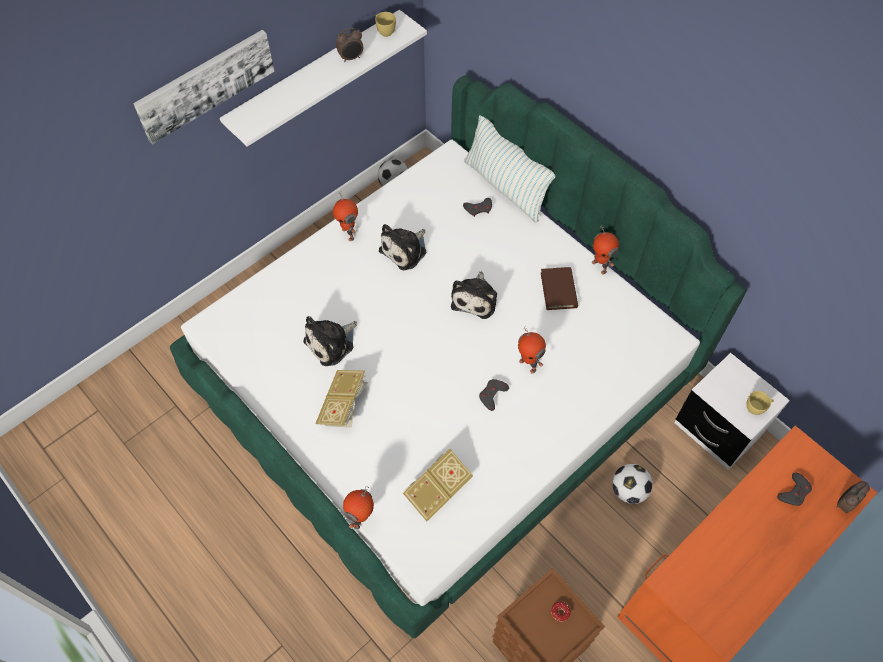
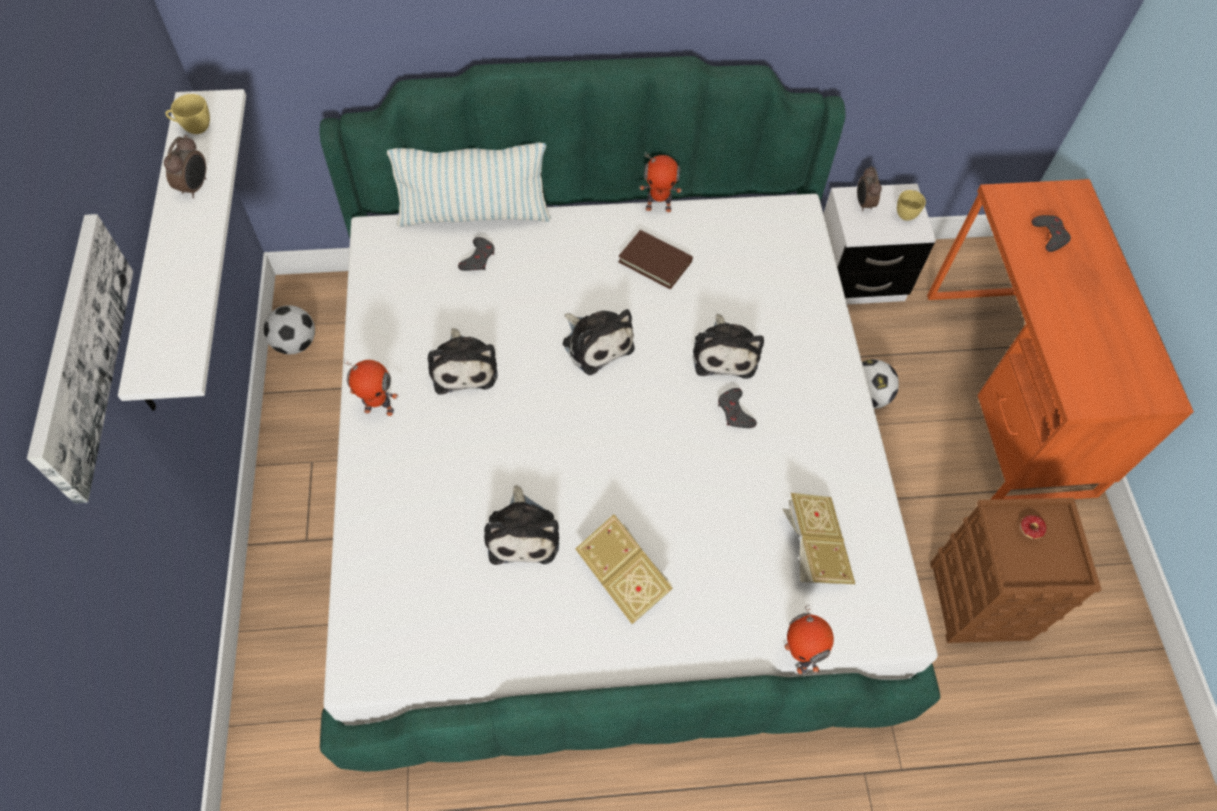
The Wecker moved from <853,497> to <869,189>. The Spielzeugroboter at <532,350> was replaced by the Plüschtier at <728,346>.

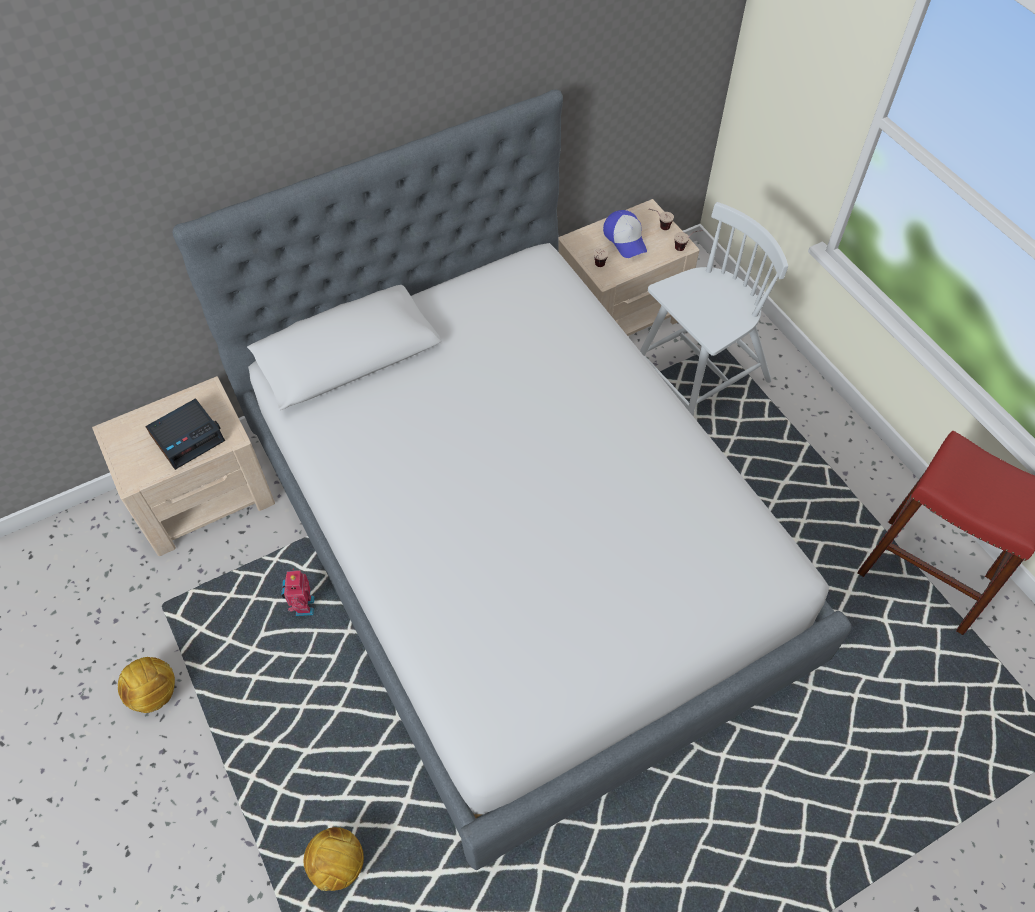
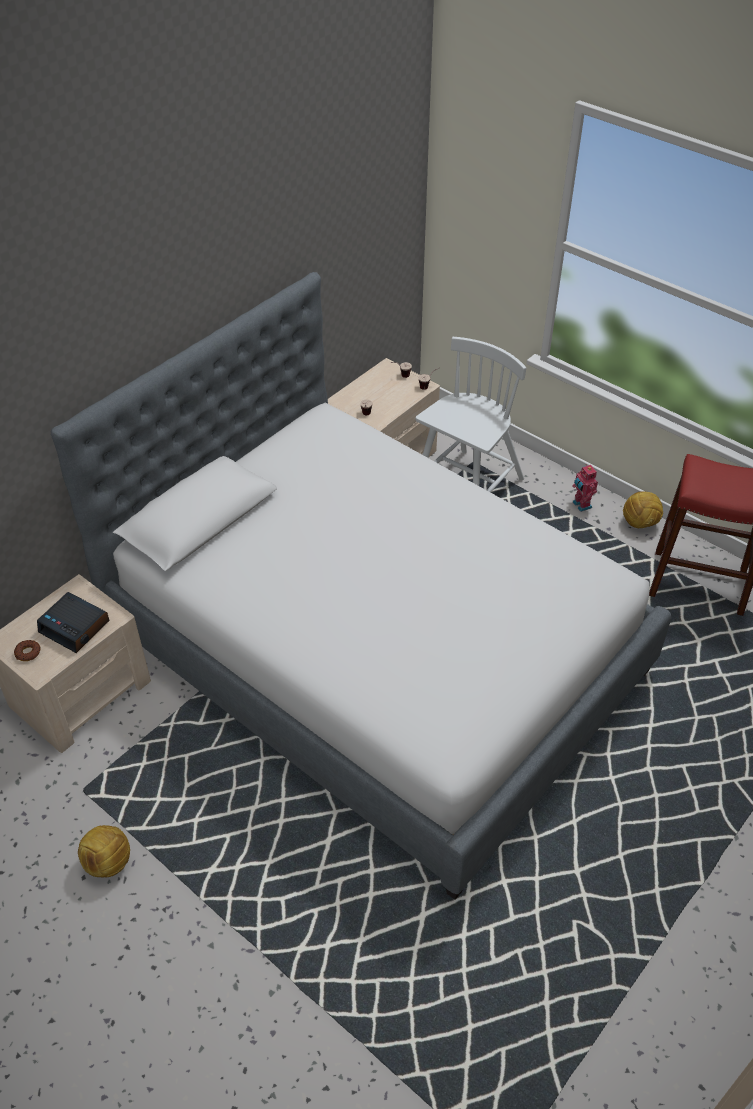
The Kappe at <625,234> disappeared. The Donut at <27,650> appeared. The Spielzeugroboter moved from <297,592> to <585,488>. The Fußball moved from <334,859> to <643,509>. The Wecker at <185,434> turned 90 degrees clockwise.

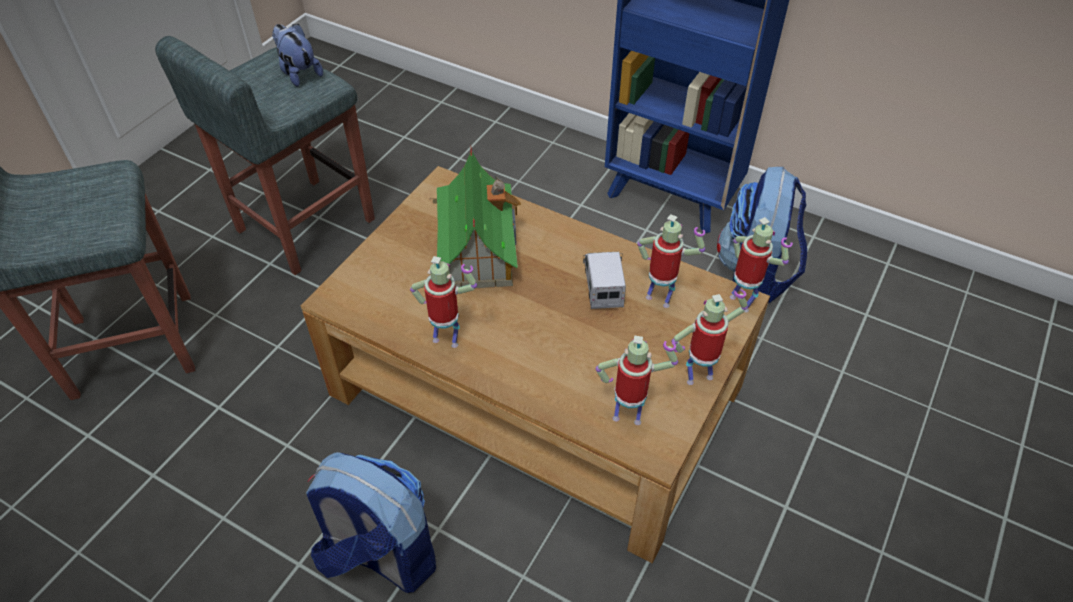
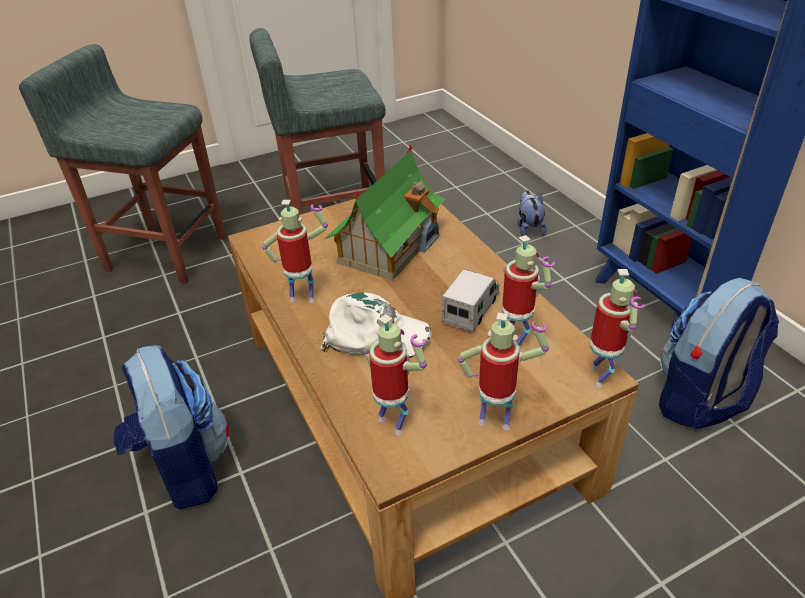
The Kappe (weiß) at <376,325> appeared. The Plüschtier moved from <297,55> to <532,213>. The Spielzeugroboter at <443,302> turned 45 degrees counterclockwise.

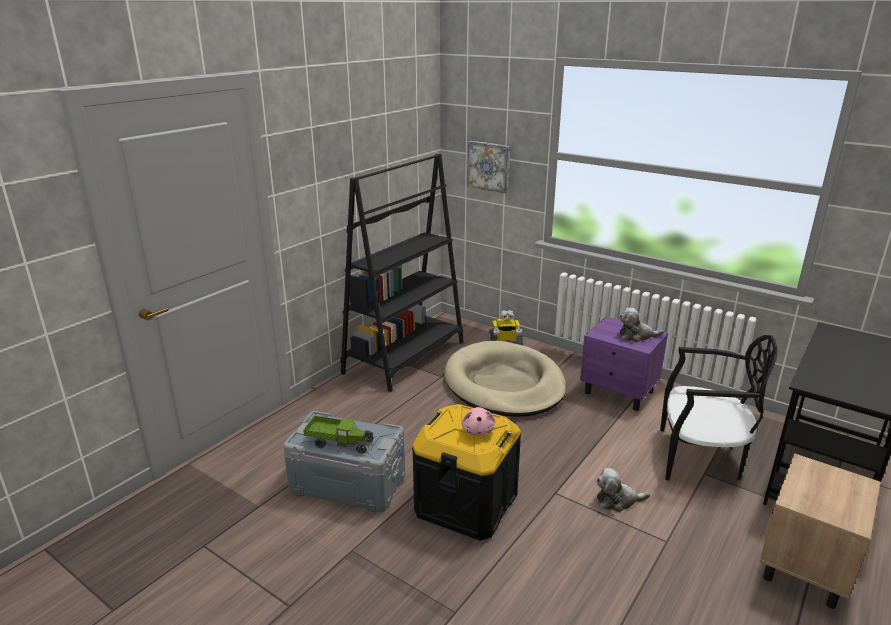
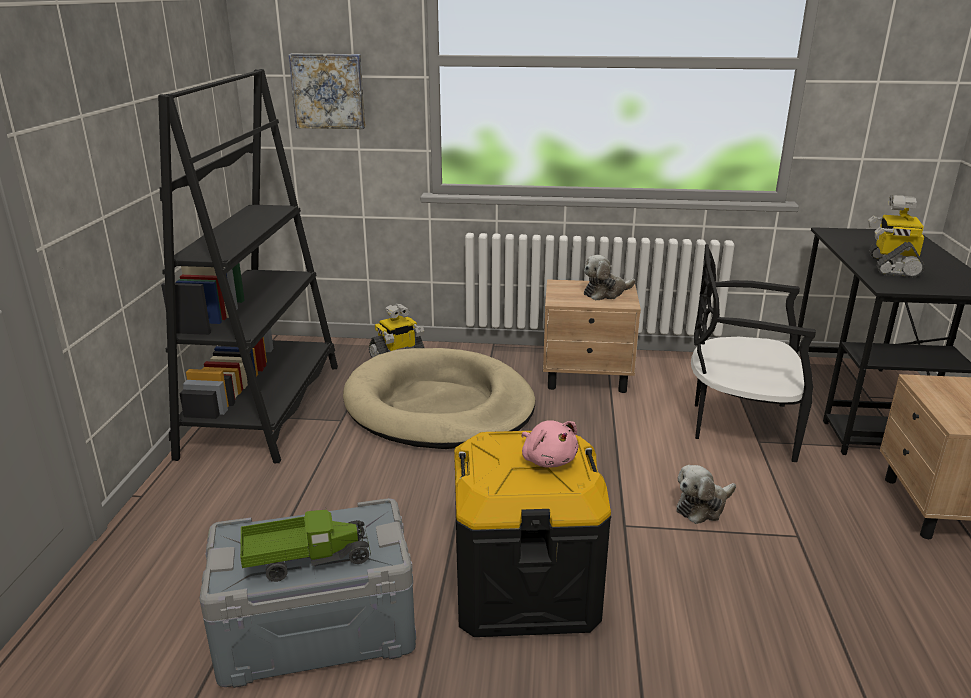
The Spielzeugroboter at <896,236> appeared. The Nachttisch (lila) at <624,363> became the Nachttisch (beige) at <592,336>. The Stuhl (schwarz) at <718,408> turned 150 degrees counterclockwise.

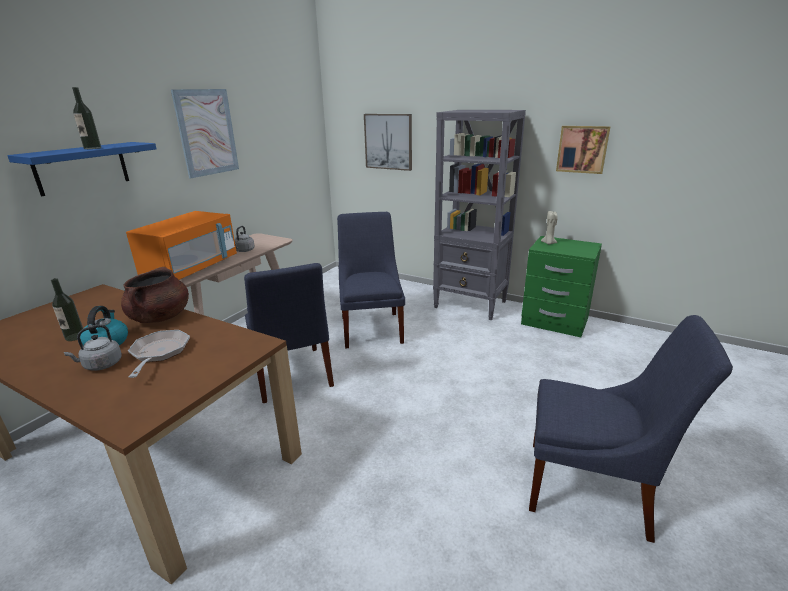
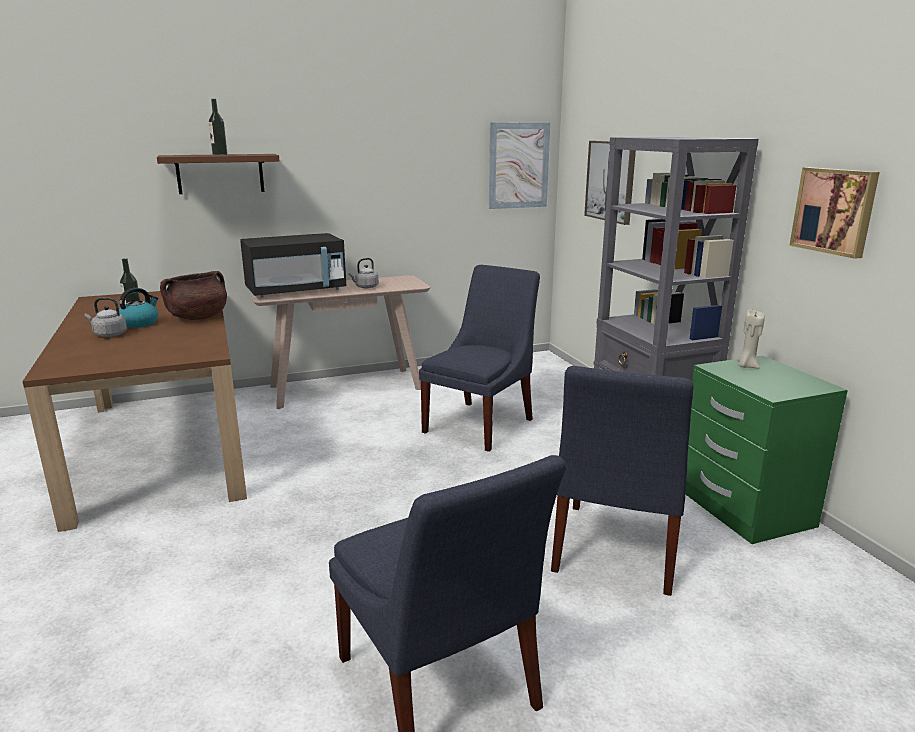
The Pfanne at <159,354> disappeared. The Bild moved from <205,134> to <519,166>. The Stuhl (blau) moved from <289,333> to <622,481>. The Wandregal (blau) at <82,169> became the Wandregal (braun) at <218,174>. The Mikrowelle (orange) at <181,245> became the Mikrowelle (schwarz) at <293,265>.

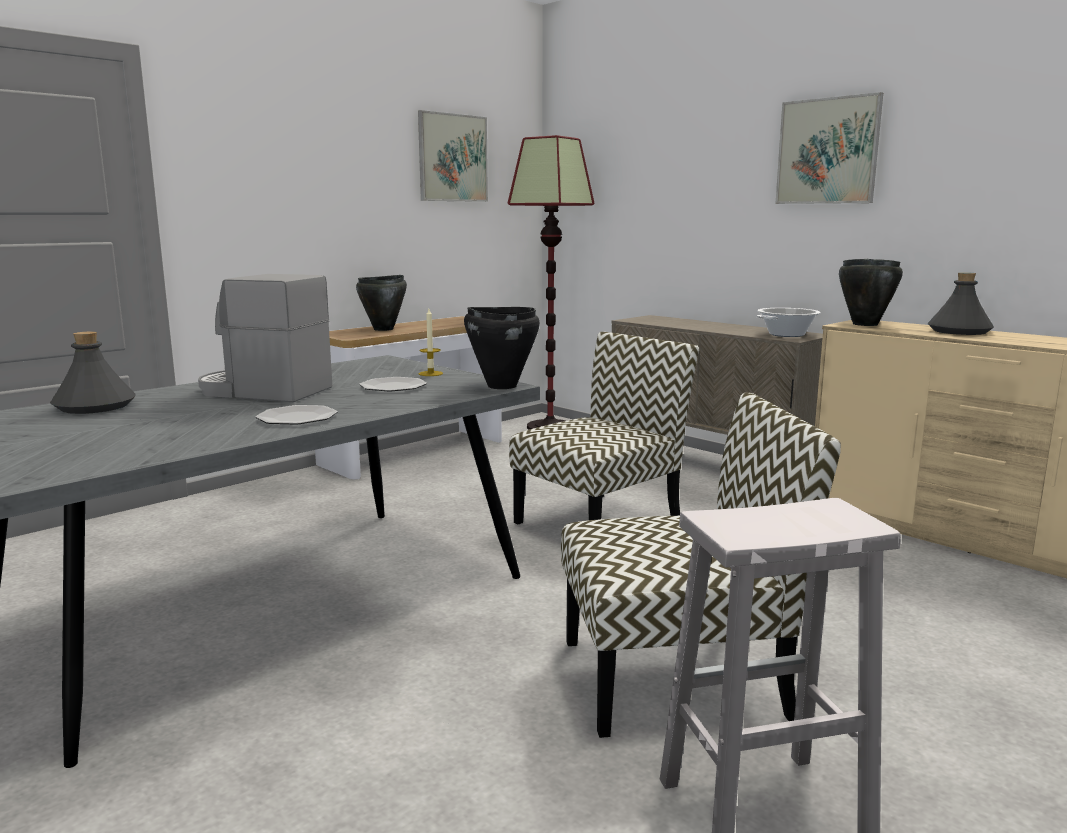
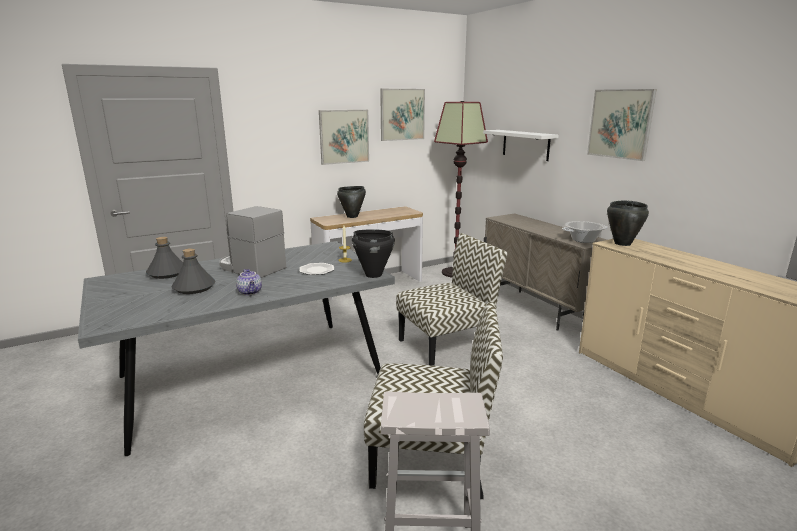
The Bild at <344,137> appeared. The Wandregal (weiß) at <521,145> appeared. The Flasche (grau) moved from <961,303> to <193,271>. The Teller at <297,415> was replaced by the Teekanne at <249,282>.

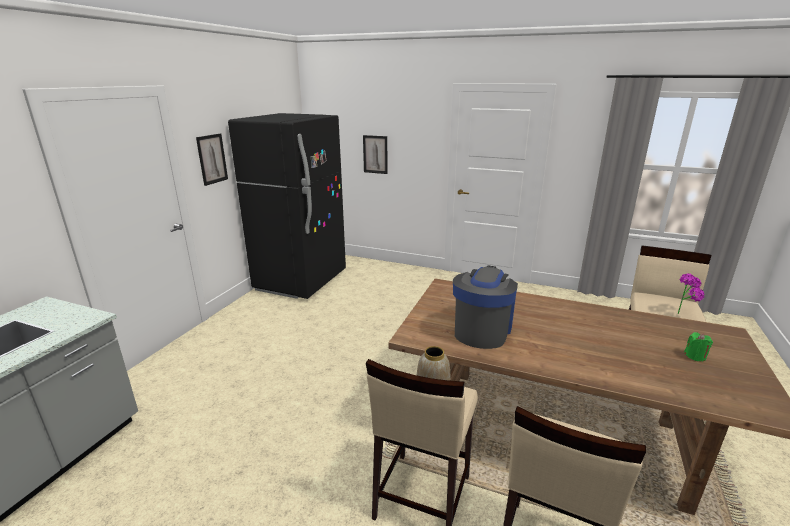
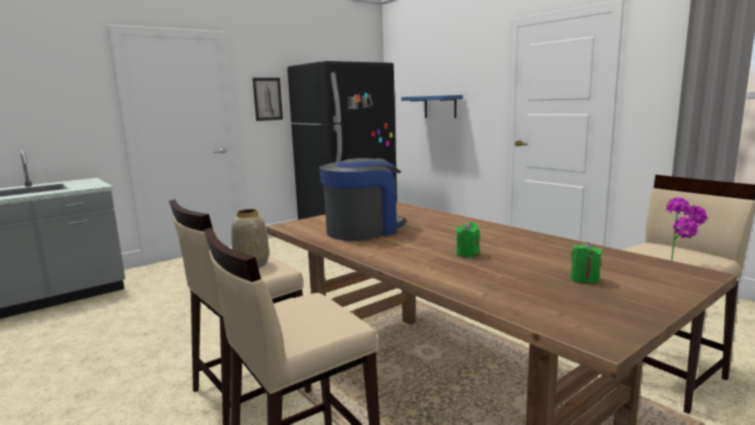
The Kerze (grün) at <468,240> appeared. The Bild at <375,154> was replaced by the Wandregal (blau) at <432,106>.

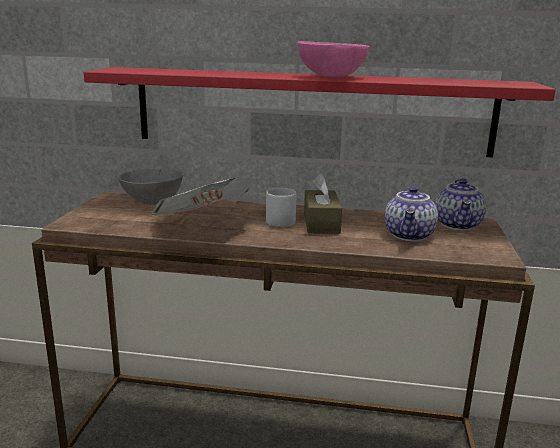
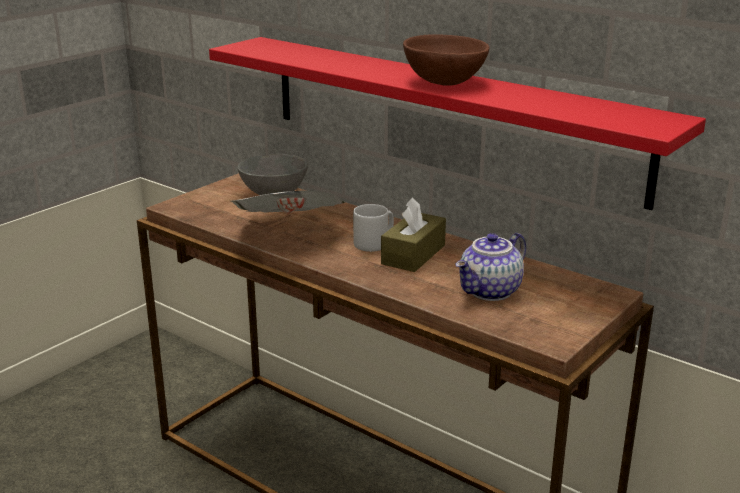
The Teekanne at <460,204> disappeared. The Schüssel (rosa) at <334,59> became the Schüssel (braun) at <446,60>.

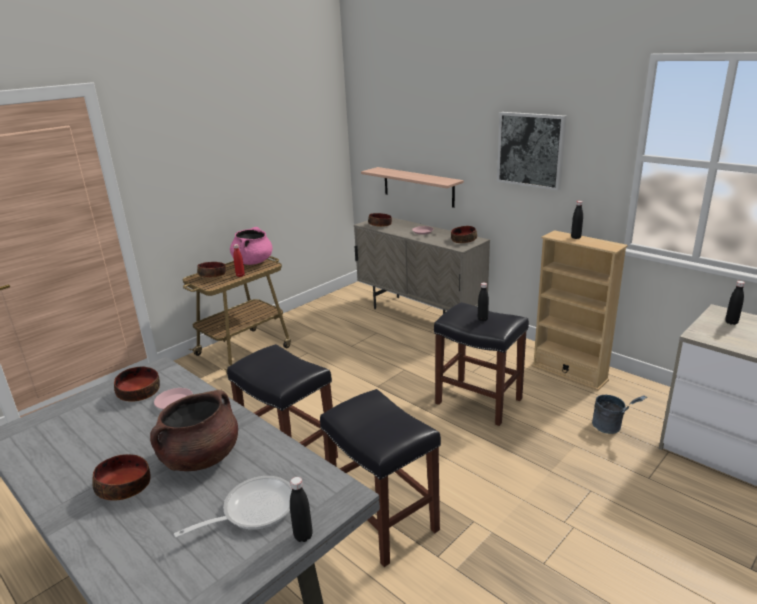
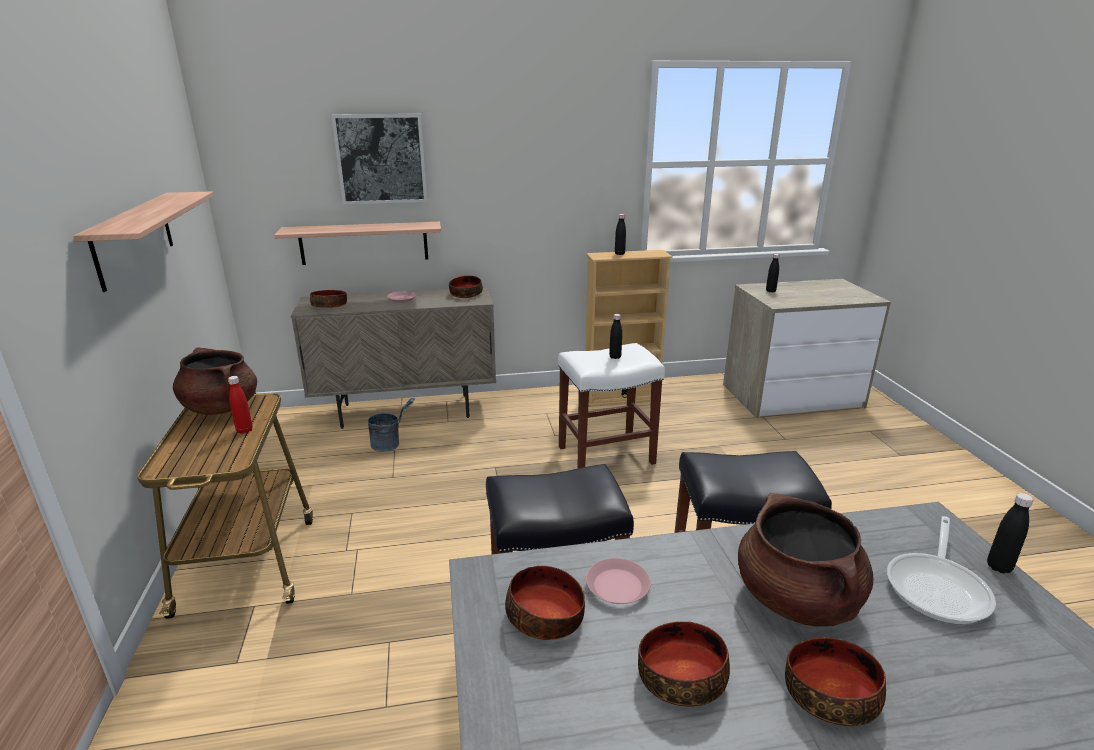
The Wandregal at <143,241> appeared. The Schüssel moved from <211,270> to <684,664>. The Bild moved from <532,151> to <379,159>. The Eimer (grau) moved from <619,414> to <391,425>. The Kochtopf (rosa) at <251,246> became the Kochtopf (braun) at <215,381>. The Hocker (schwarz) at <481,364> became the Hocker (weiß) at <611,406>. The Pfanne at <233,507> turned 150 degrees counterclockwise.

